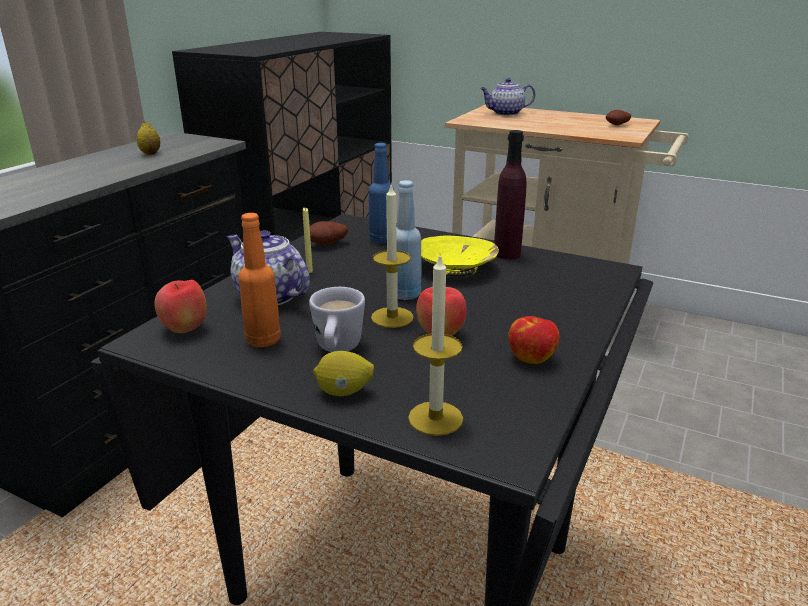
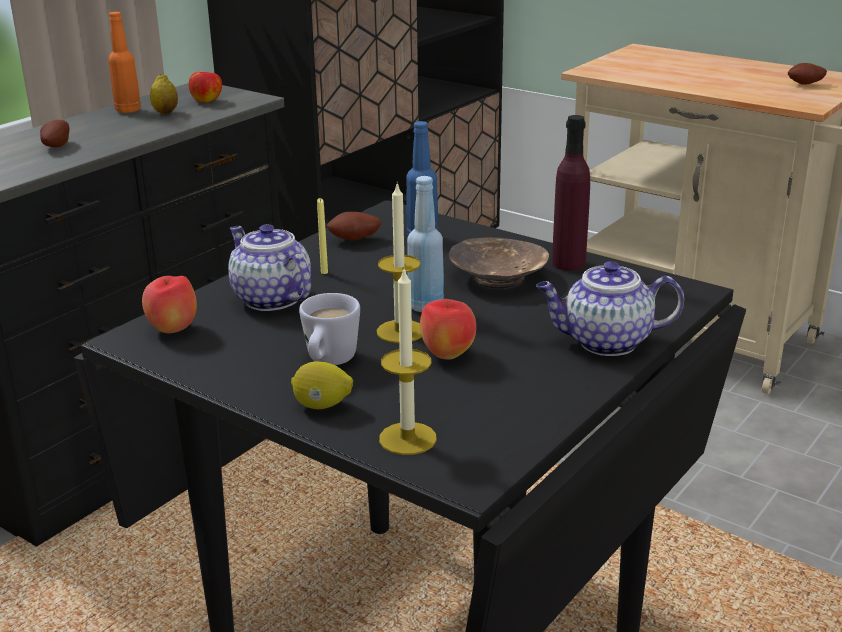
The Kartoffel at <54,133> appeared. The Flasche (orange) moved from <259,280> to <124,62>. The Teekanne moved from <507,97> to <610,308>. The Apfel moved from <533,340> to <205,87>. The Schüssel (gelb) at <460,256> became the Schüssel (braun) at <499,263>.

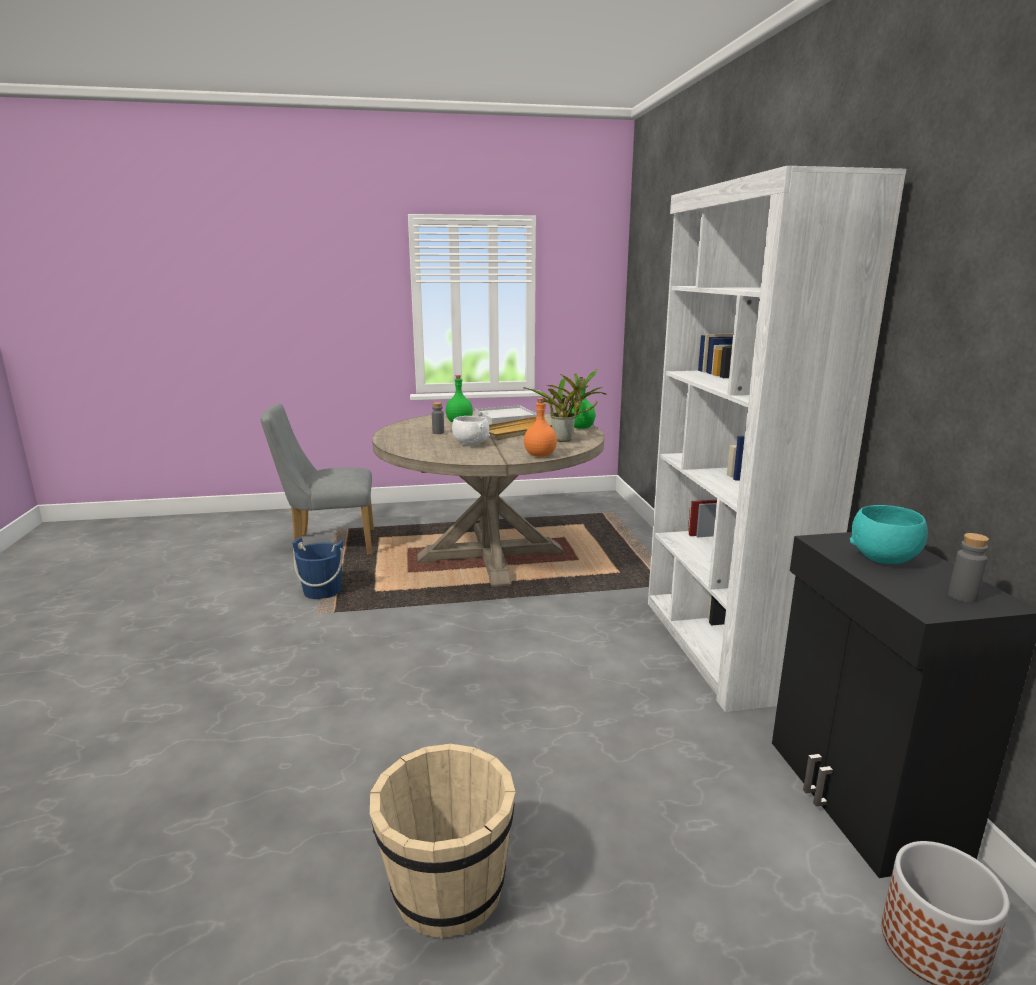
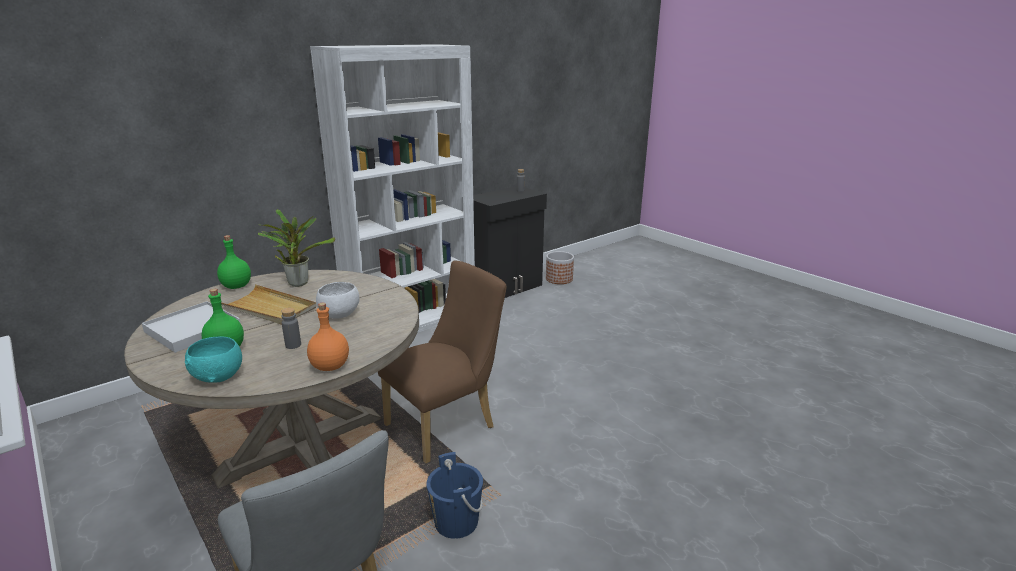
The Eimer (beige) at <442,841> disappeared. The Stuhl (braun) at <442,362> appeared. The Flasche (orange) moved from <540,427> to <328,337>. The Schüssel (türkis) moved from <888,534> to <213,359>.

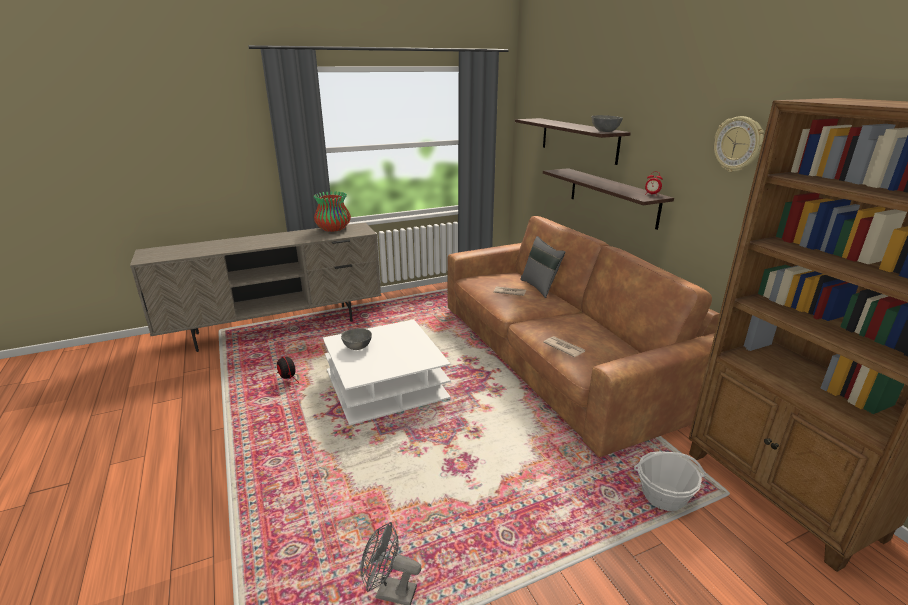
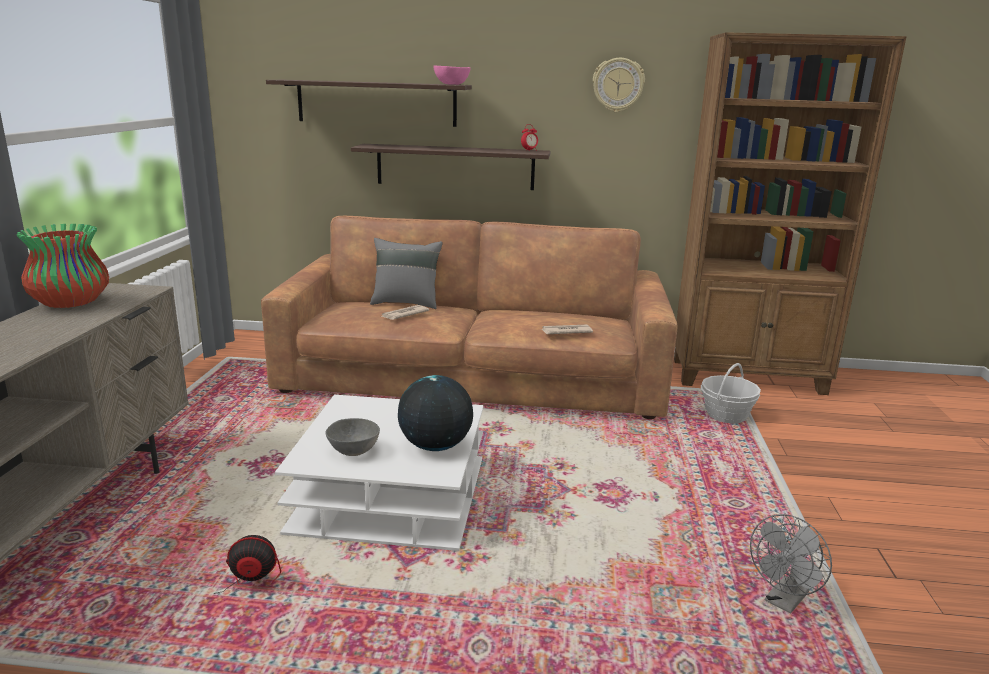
The Globus at <435,413> appeared. The Schüssel (grau) at <607,123> became the Schüssel (rosa) at <451,75>.

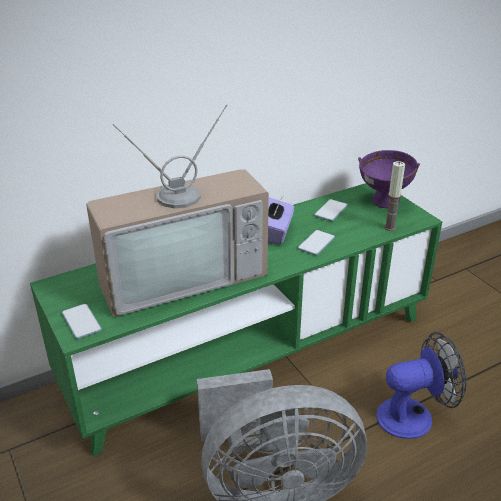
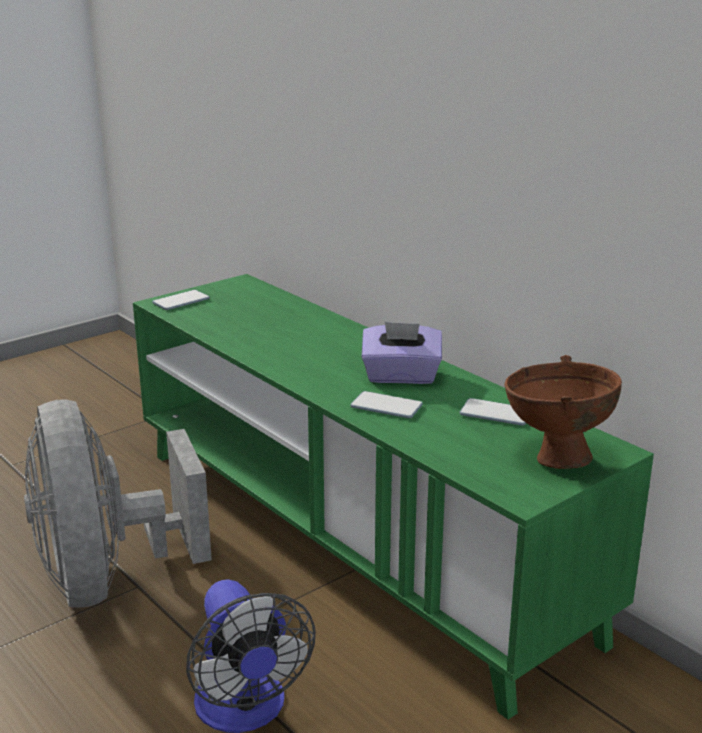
The Fernseher at <177,210> disappeared. The Kerze at <394,196> disappeared. The Schüssel (lila) at <389,179> became the Schüssel (braun) at <563,412>.

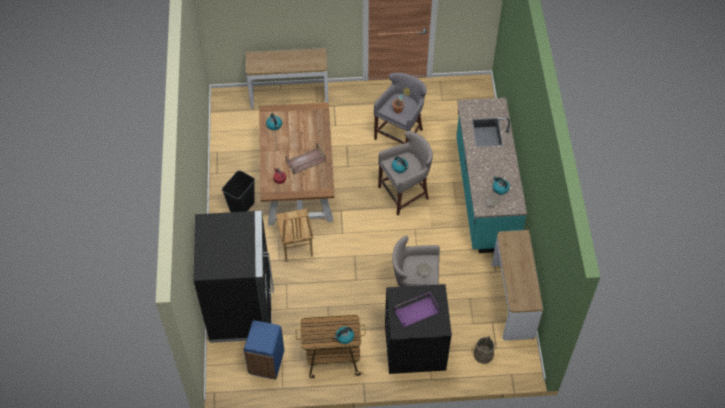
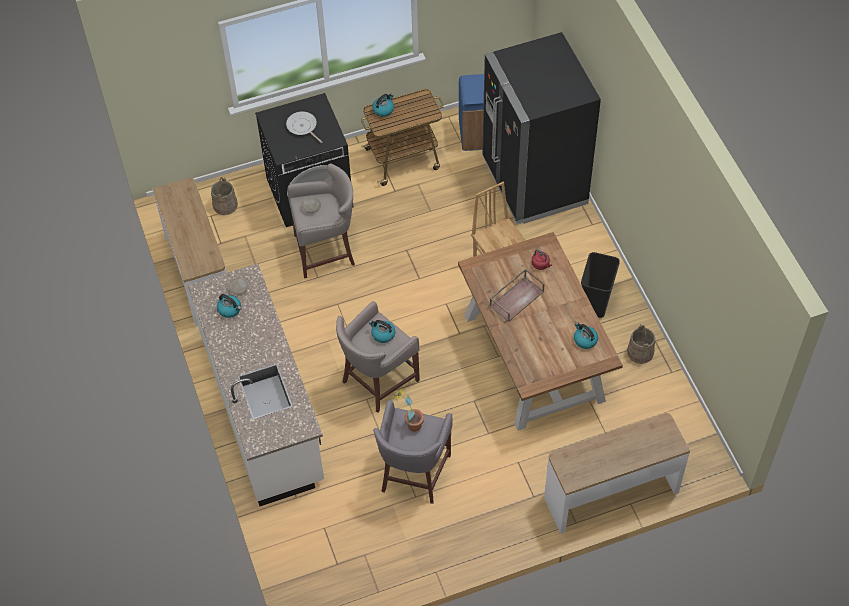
The Eimer (beige) at <641,344> appeared. The Tablett (lila) at <417,310> was replaced by the Pfanne at <304,127>. The Küchenzeile (türkis) at <491,175> became the Küchenzeile (weiß) at <256,385>.

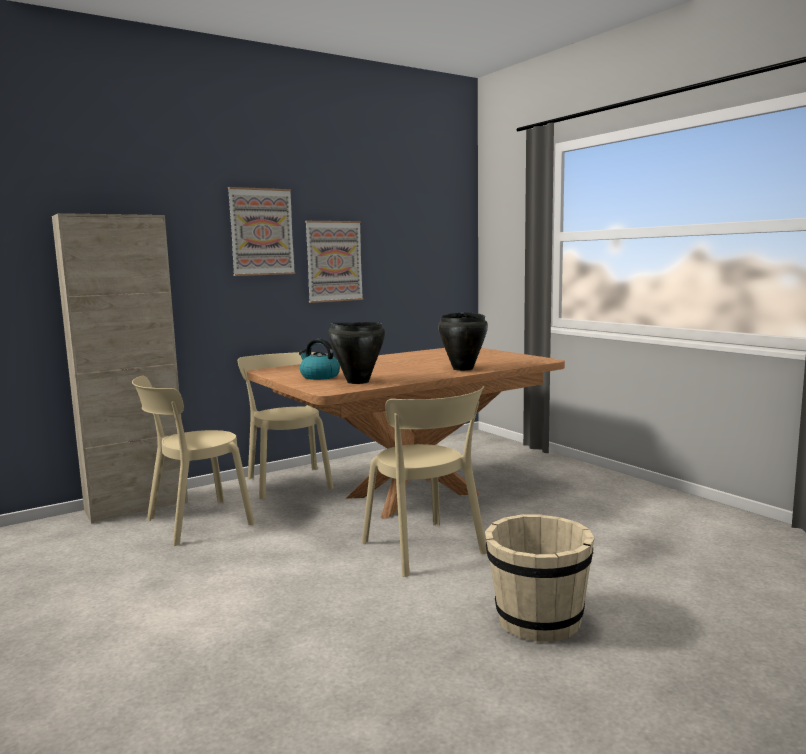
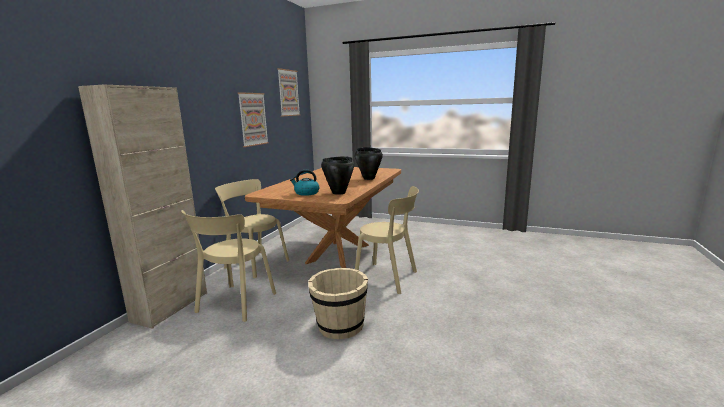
The Bild moved from <261,231> to <288,92>. The Eimer (beige) moved from <539,578> to <338,303>.

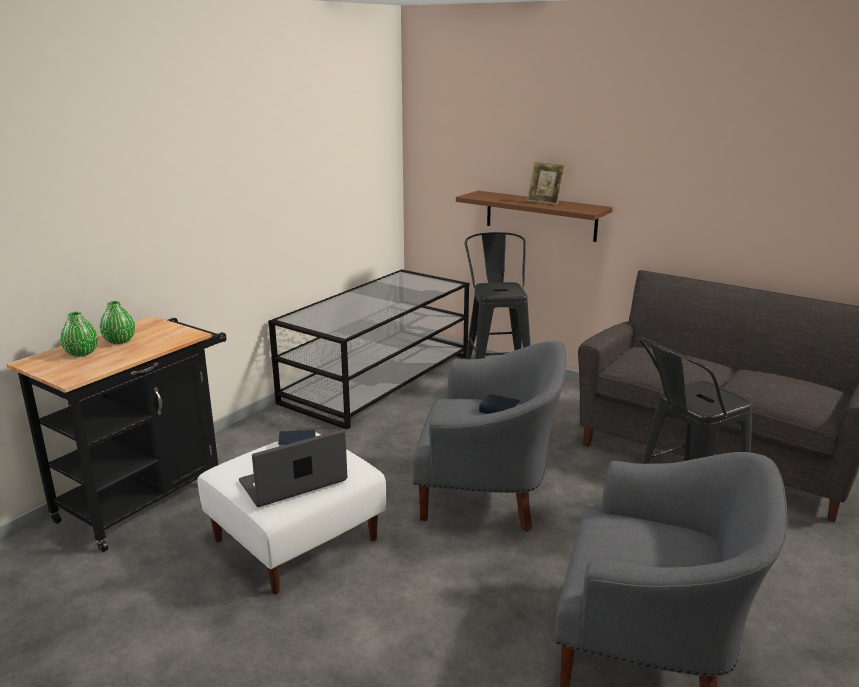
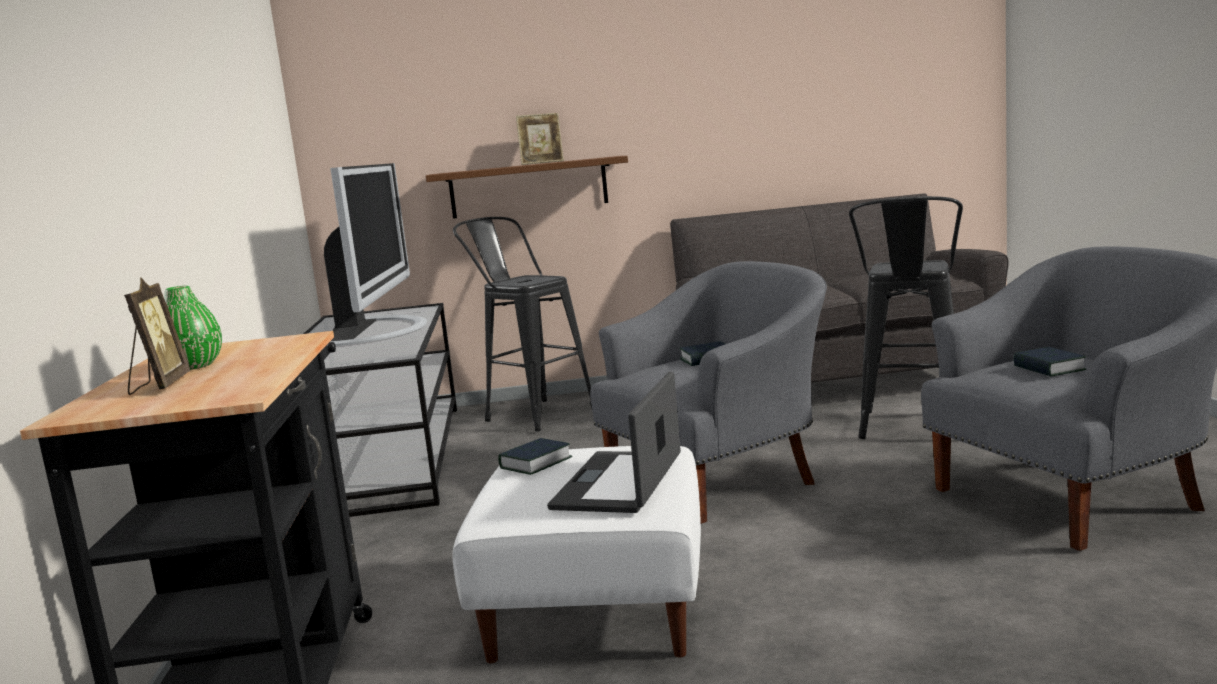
The Fernseher at <375,254> appeared. The Buch at <1049,361> appeared. The Vase (grün) at <79,334> was replaced by the Bilderrahmen at <157,336>.

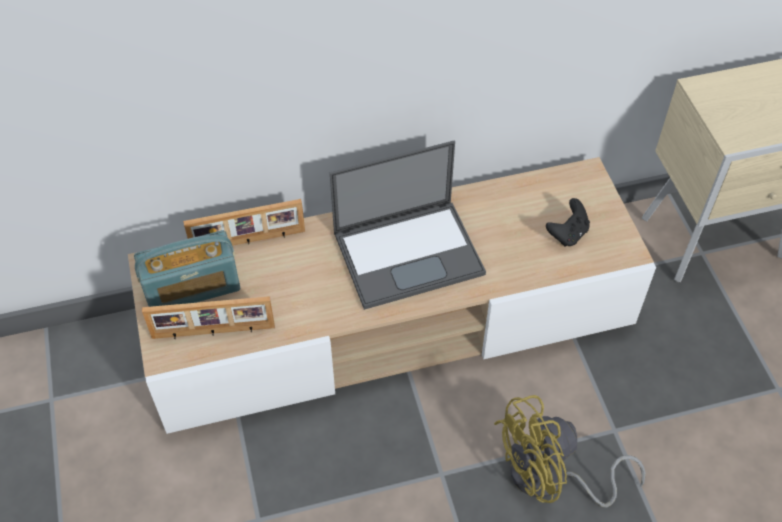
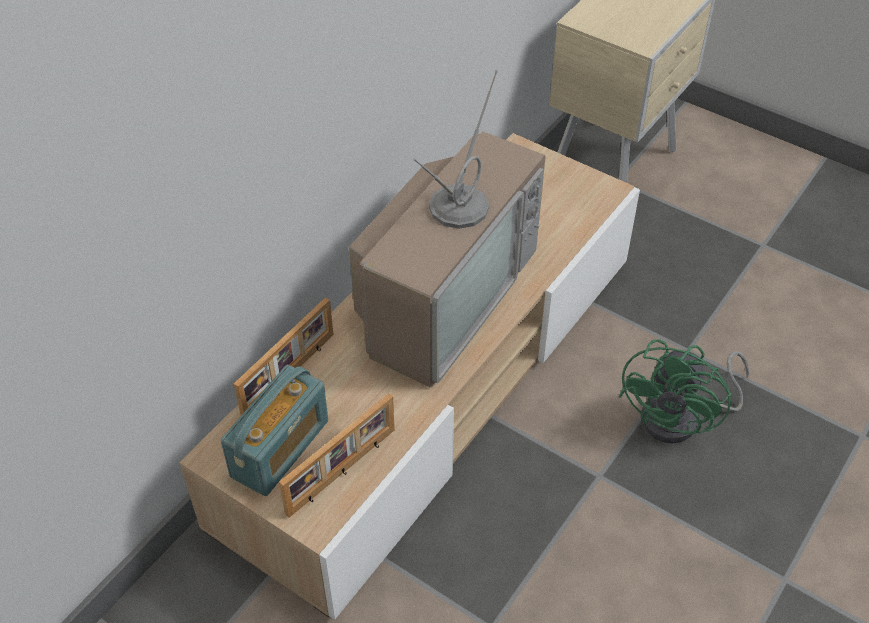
The Gamepad (schwarz) at <568,222> disappeared. The Laptop at <408,225> was replaced by the Fernseher at <447,229>. The Ventilator (gelb) at <570,451> became the Ventilator (grün) at <684,391>.

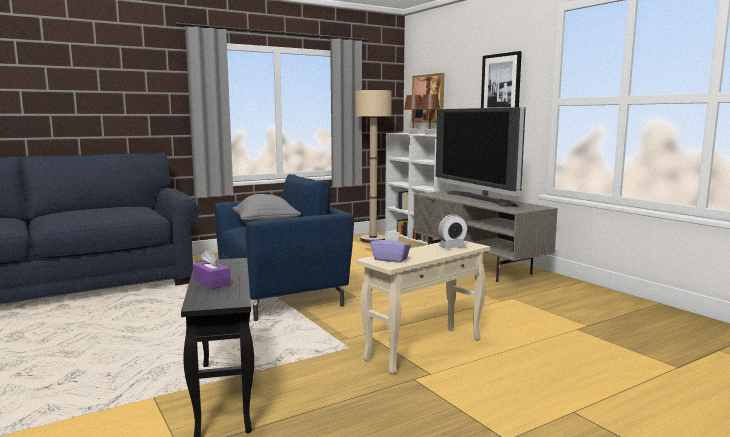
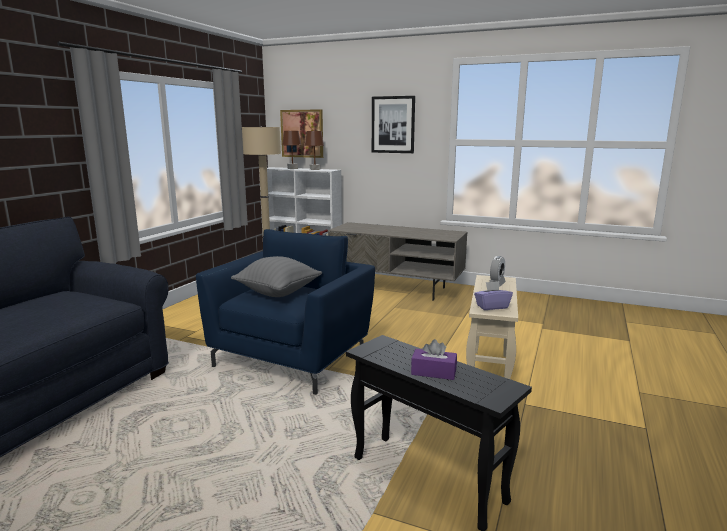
The Fernseher at <481,157> disappeared.

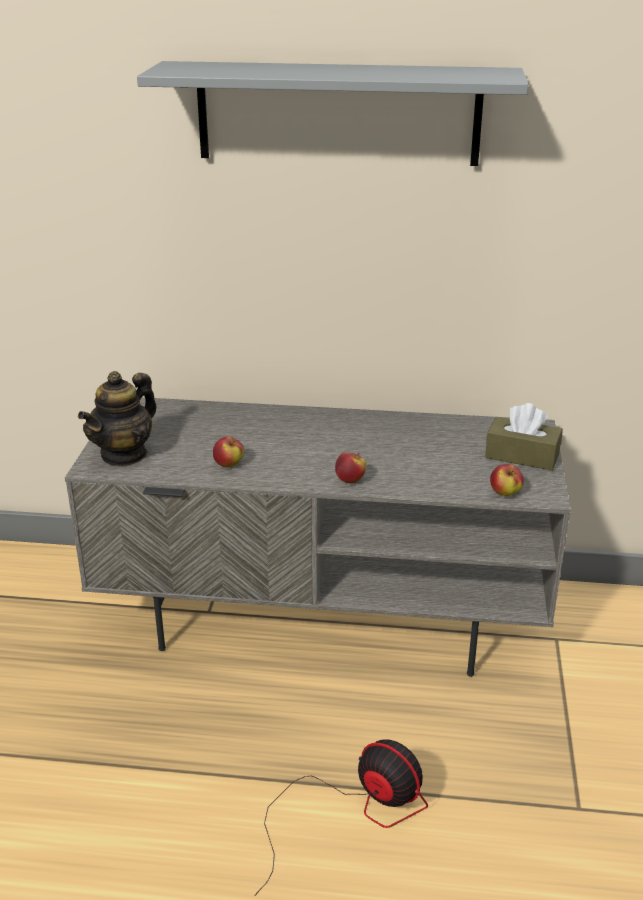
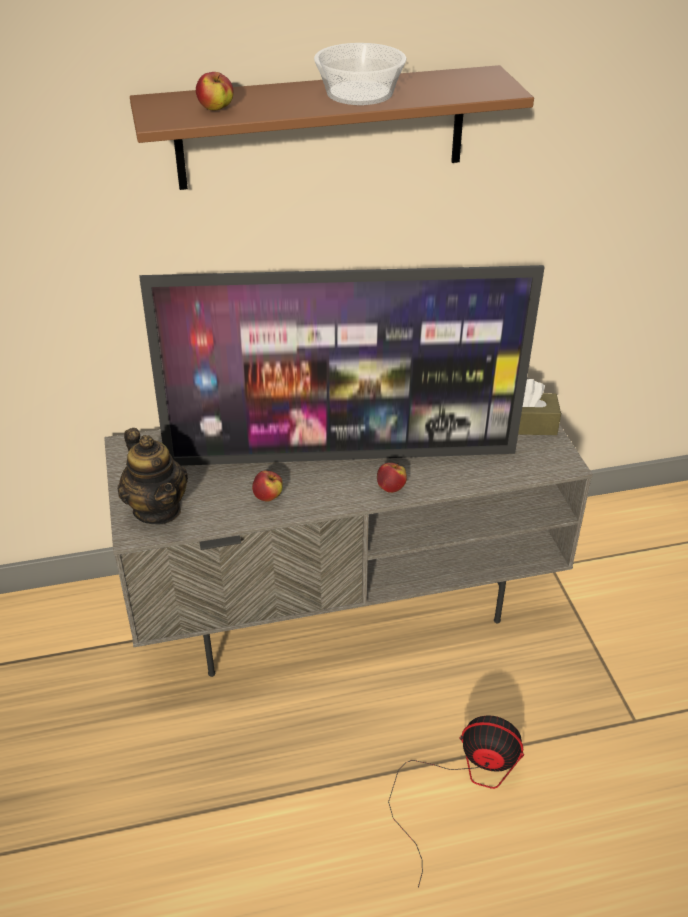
The Fernseher at <342,365> appeared. The Schüssel at <360,74> appeared. The Apfel moved from <507,480> to <215,91>. The Wandregal (grau) at <332,113> became the Wandregal (braun) at <332,127>. The Teekanne at <117,419> turned 45 degrees counterclockwise.

